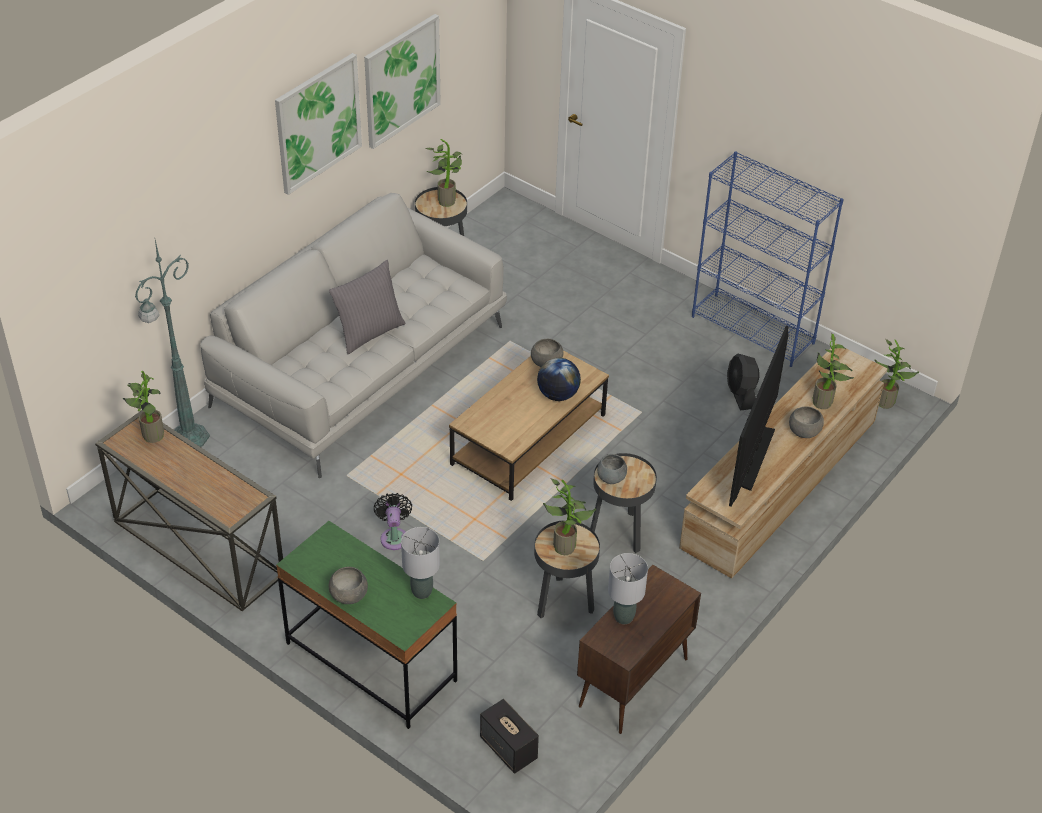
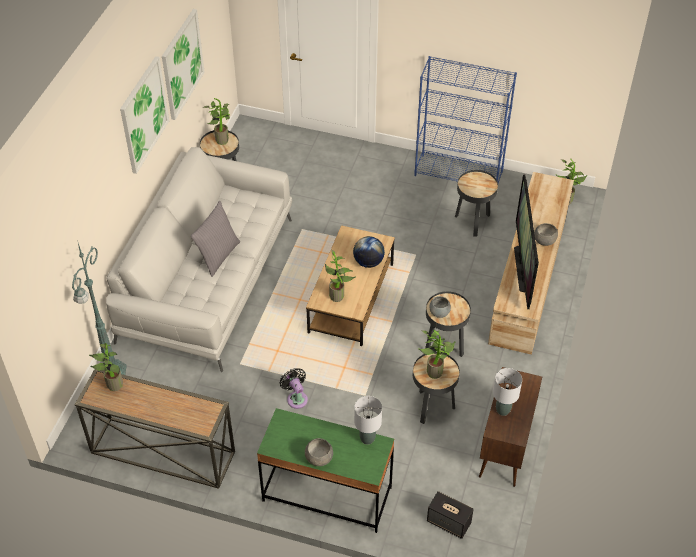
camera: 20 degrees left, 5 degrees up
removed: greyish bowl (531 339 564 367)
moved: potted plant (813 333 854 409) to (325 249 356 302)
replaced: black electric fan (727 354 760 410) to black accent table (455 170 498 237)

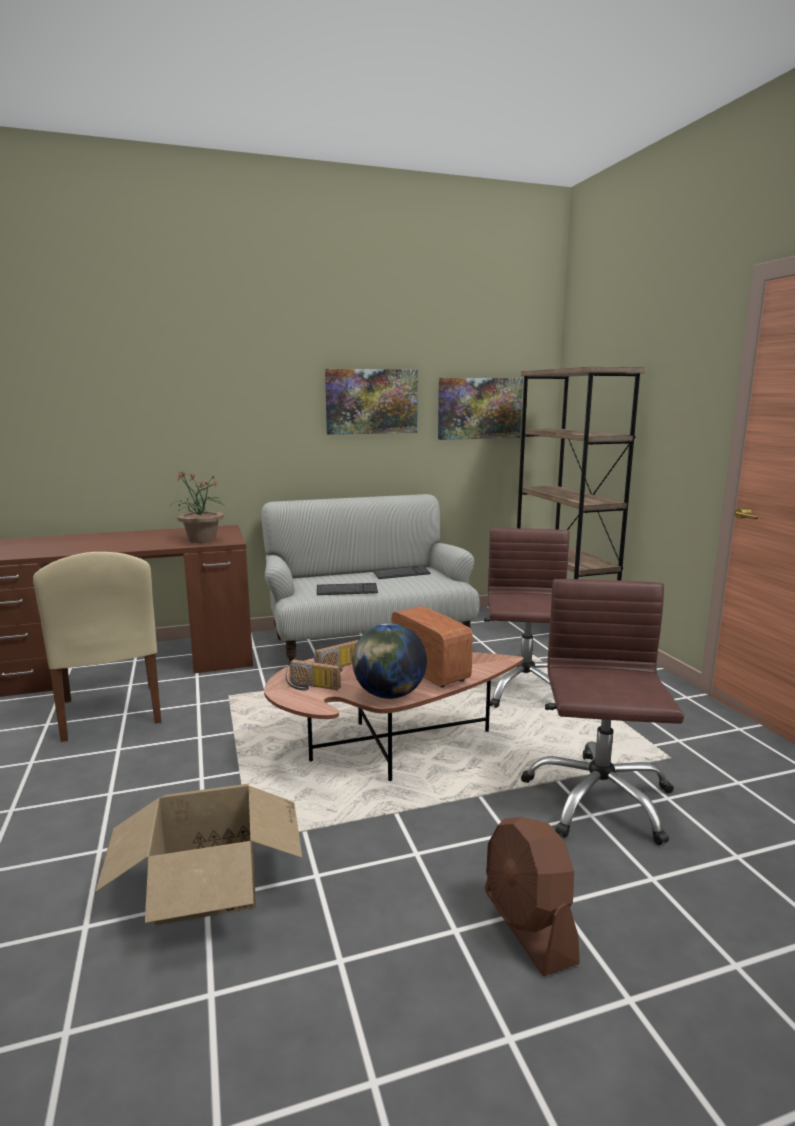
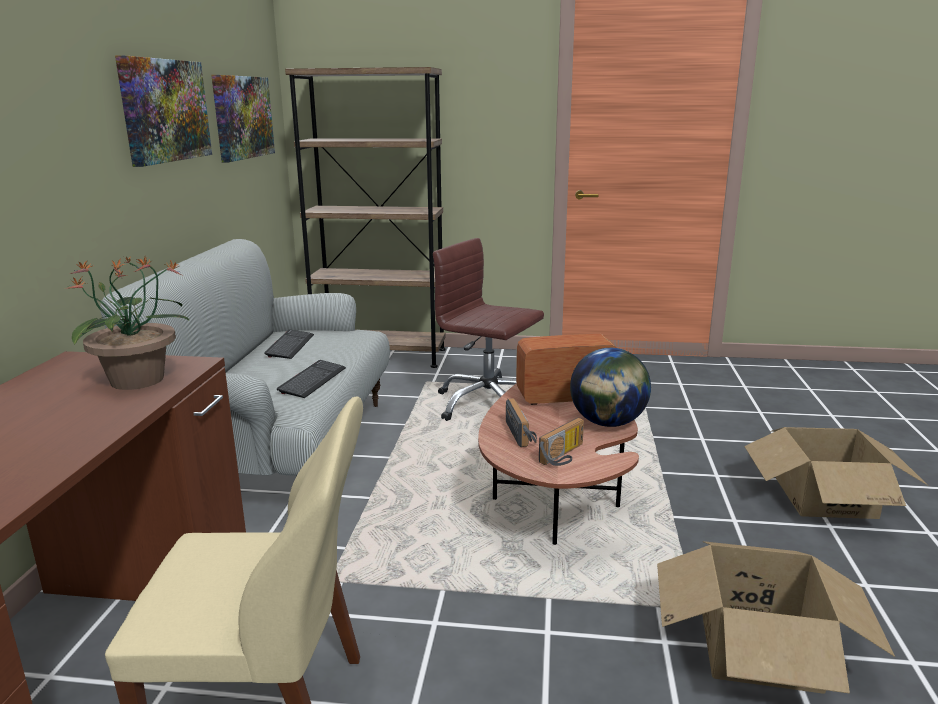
camera: 65 degrees left, 5 degrees up
removed: brown-coloured computer chair (521 579 684 845)
replaced: brown-coloured electric fan (485 817 580 976) to carton (744 427 928 519)

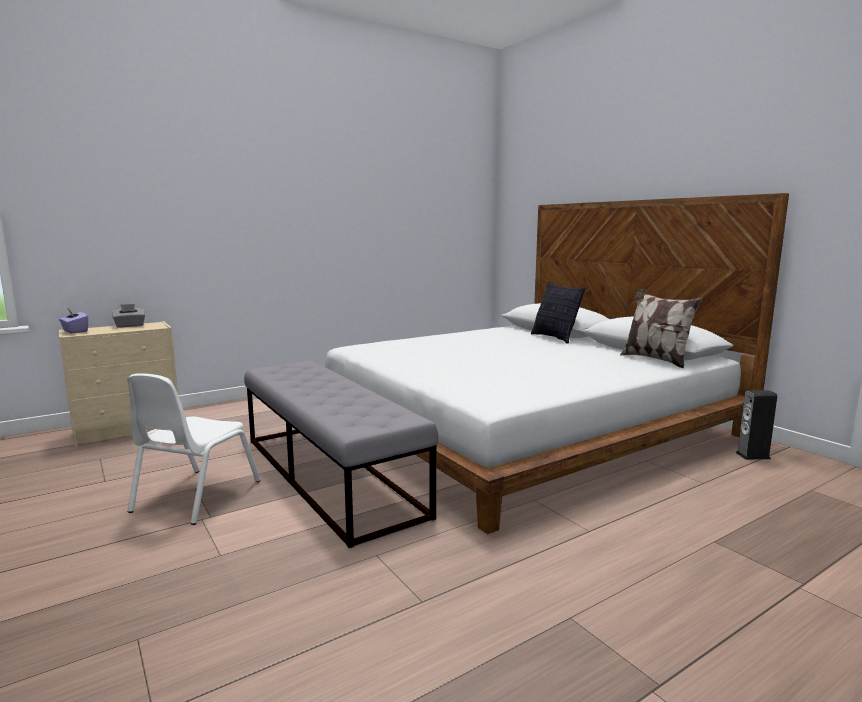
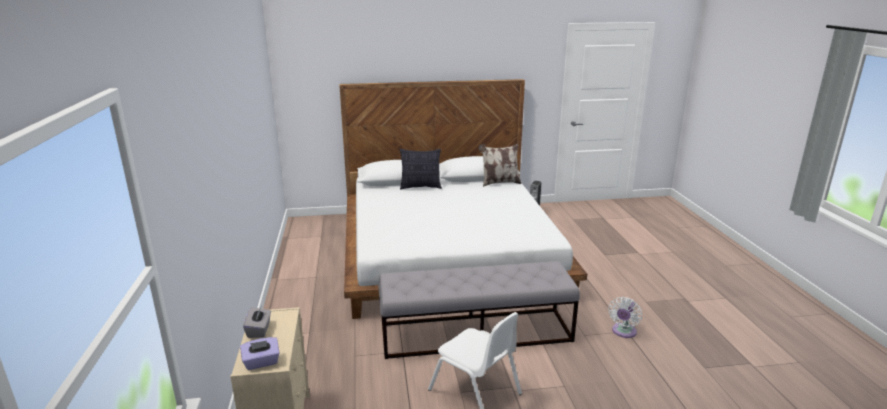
camera: 65 degrees left, 10 degrees up
added: white-coloured electric fan (609 297 642 338)

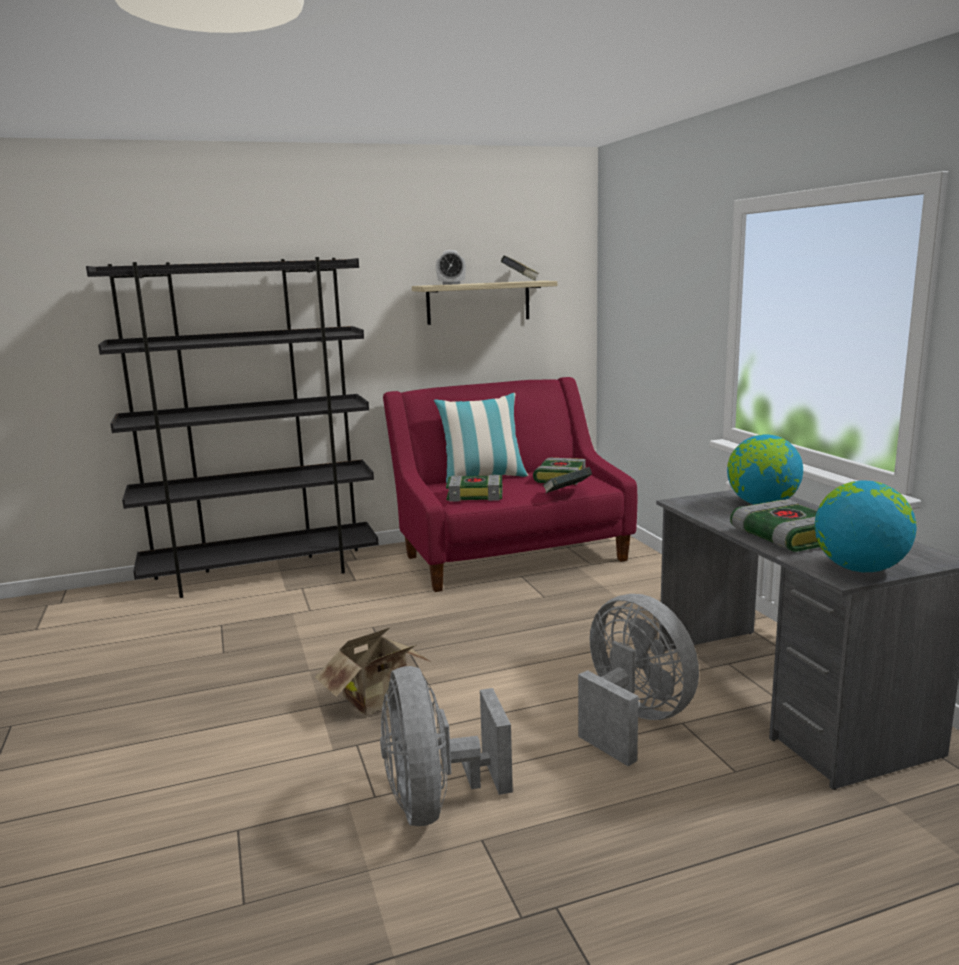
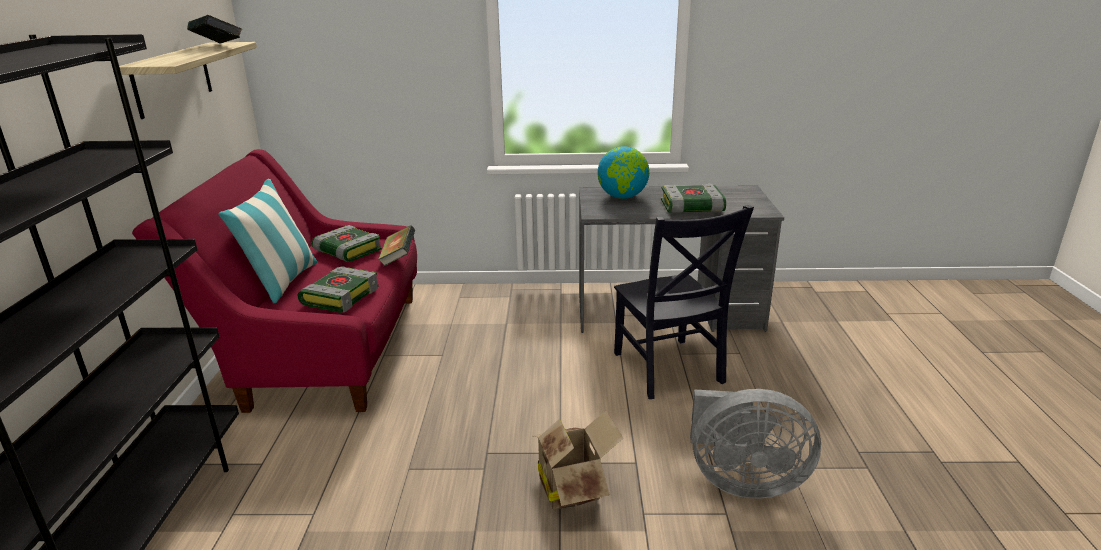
camera: 70 degrees left, 10 degrees up
removed: bedside clock (436 250 466 285); world globe (814 480 917 572)
replaced: greyish electric fan (578 594 699 766) to black plain chair (614 205 754 399)

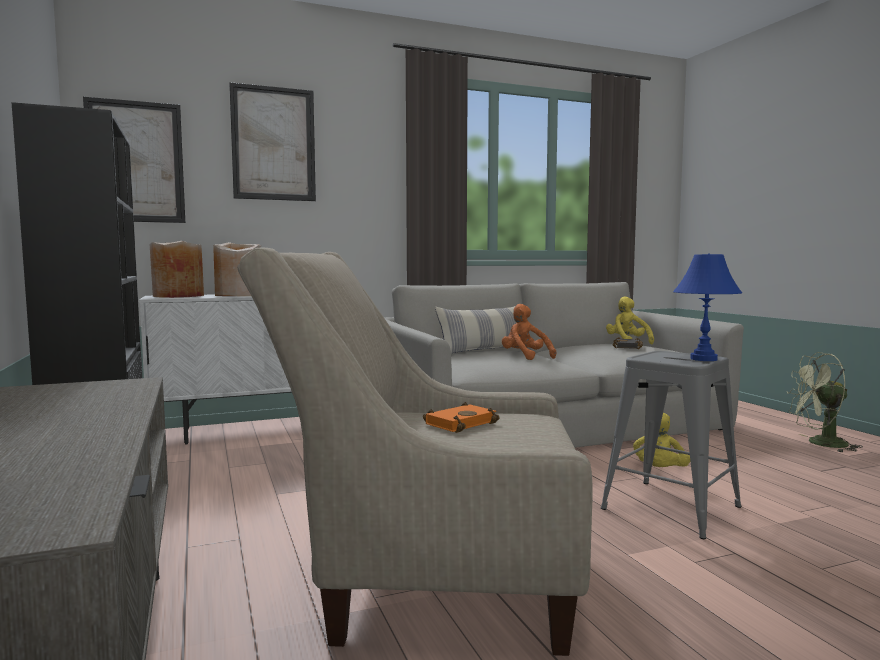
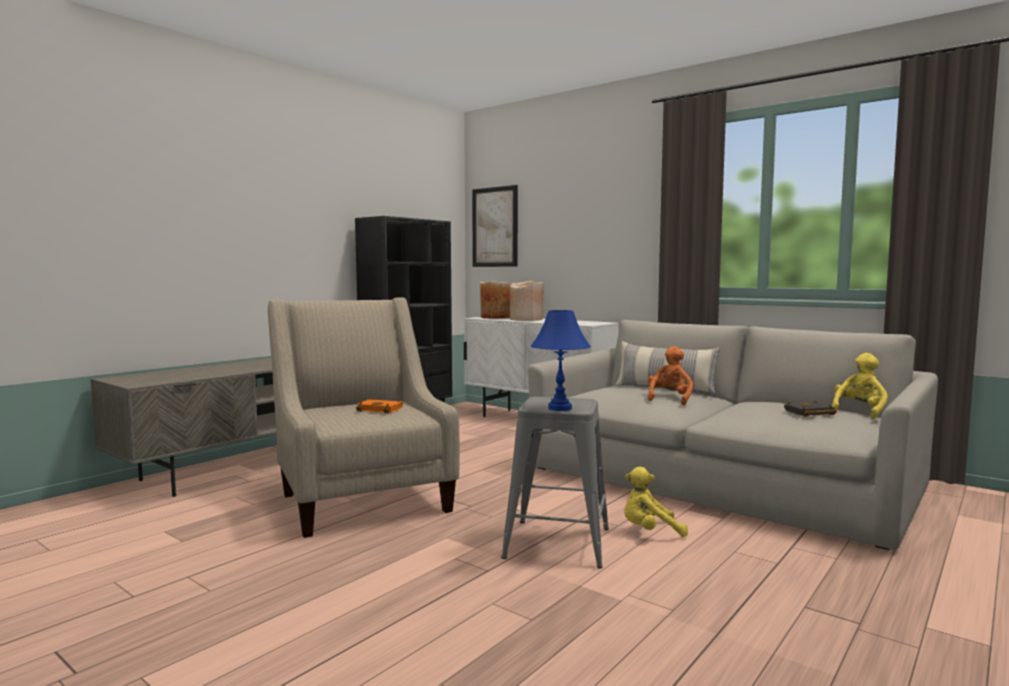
camera: 60 degrees right, 0 degrees up
removed: picture (229 82 316 201); greenish electric fan (787 352 863 452)

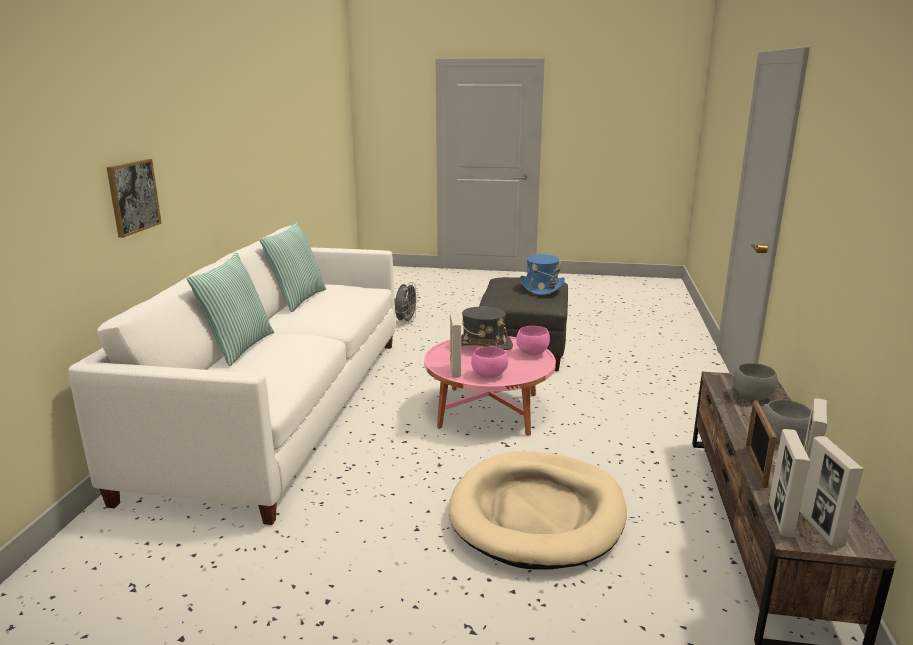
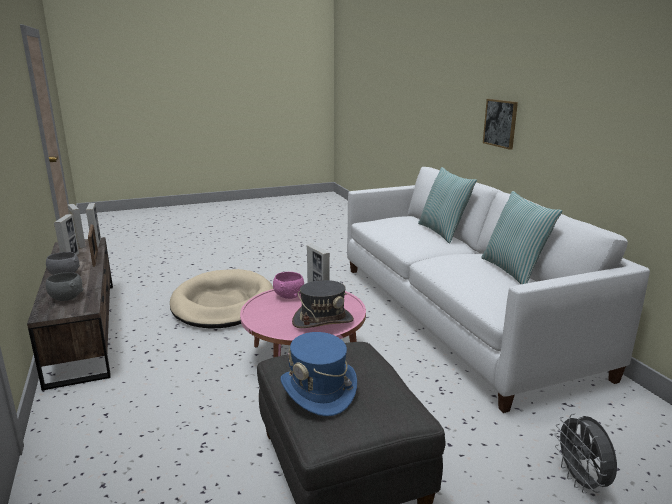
camera: 150 degrees right, 0 degrees up
removed: pink-coloured bowl (516 326 550 355)

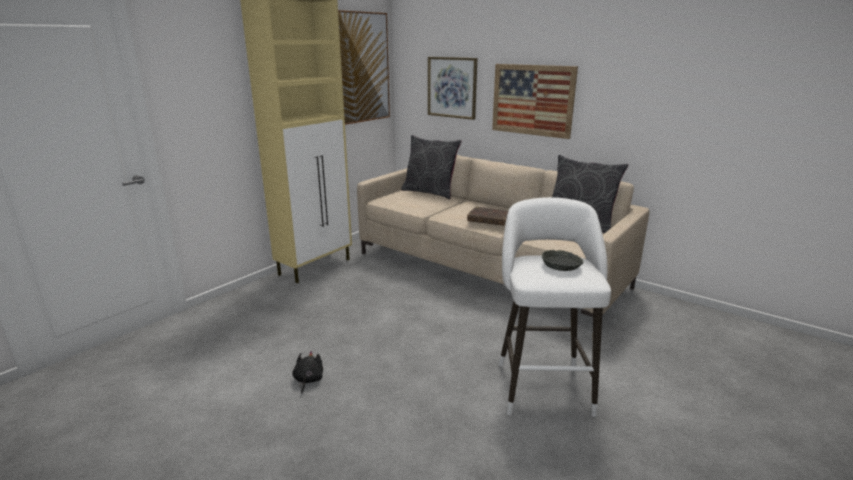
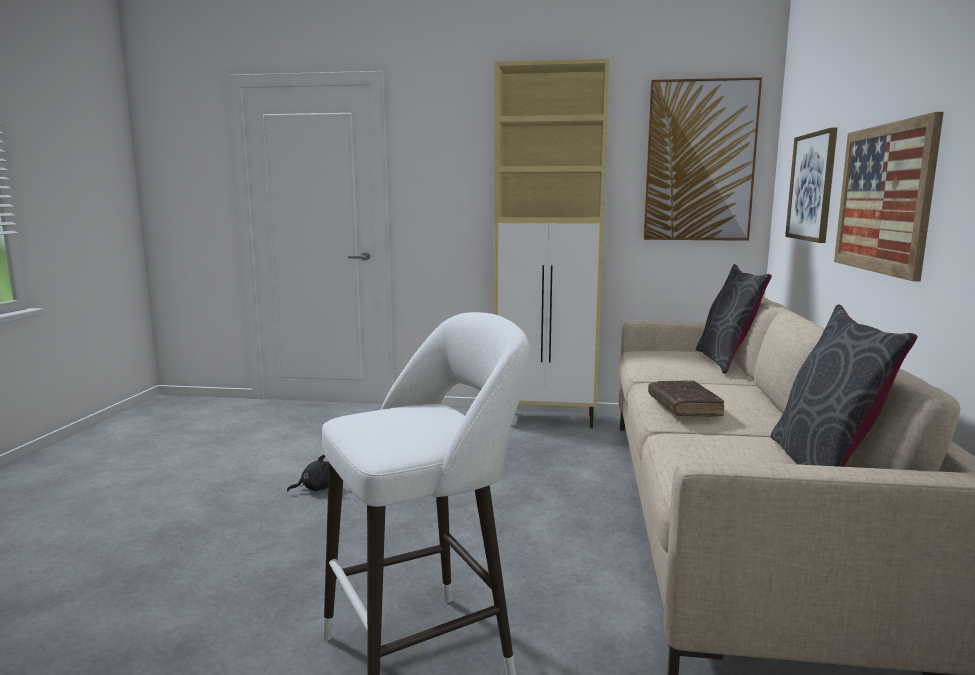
camera: 60 degrees right, 10 degrees down
removed: greyish bowl (542 250 583 271)

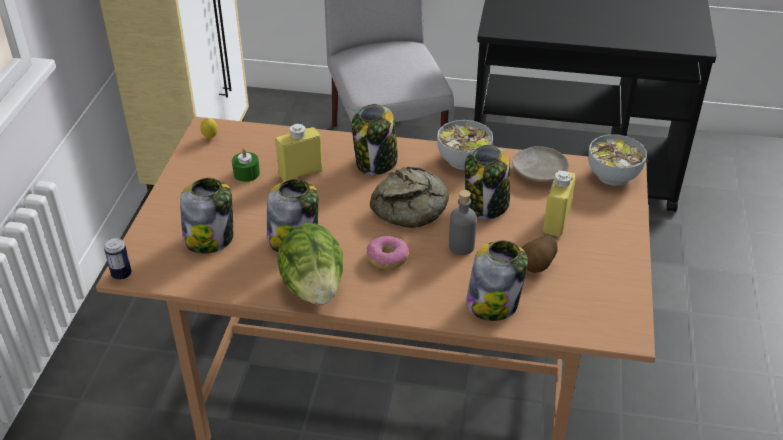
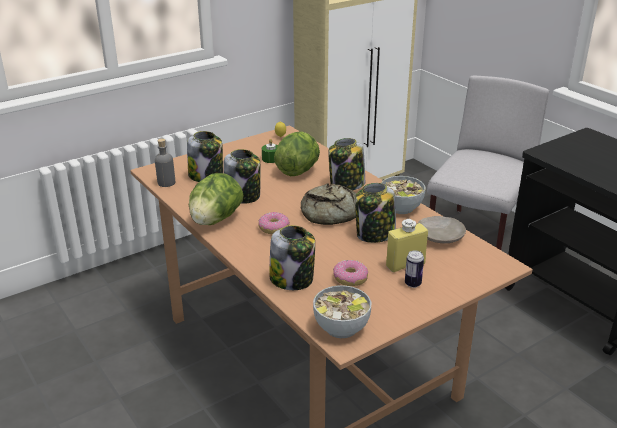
camera: 45 degrees right, 10 degrees down
moved: bowl (588 134 647 186) to (313 285 371 338); greyish drink bottle (449 190 477 255) to (155 138 175 187); sealed can (104 237 132 280) to (405 250 424 288)
replaced: yellow drink bottle (276 124 323 181) to head of lettuce (274 131 320 176); spud (522 235 558 273) to doughnut (333 260 368 286)

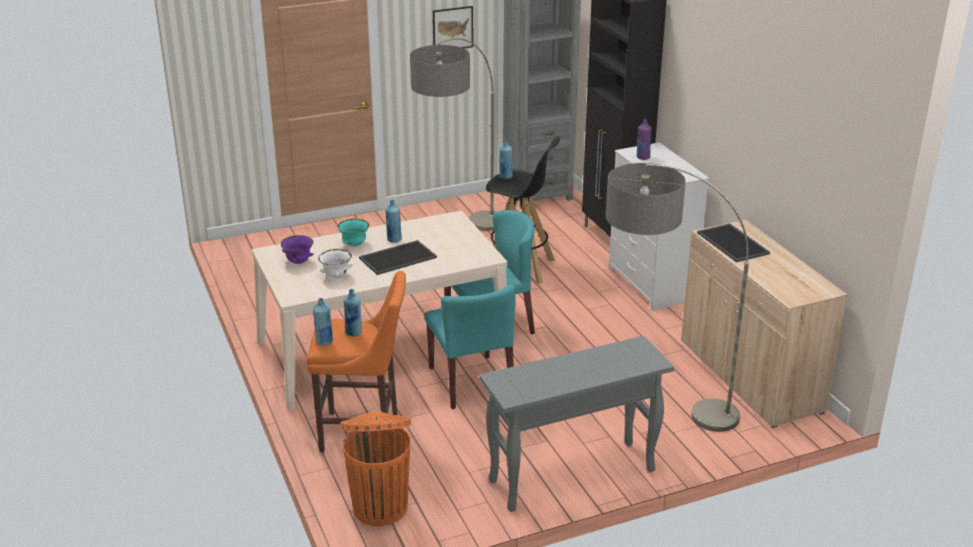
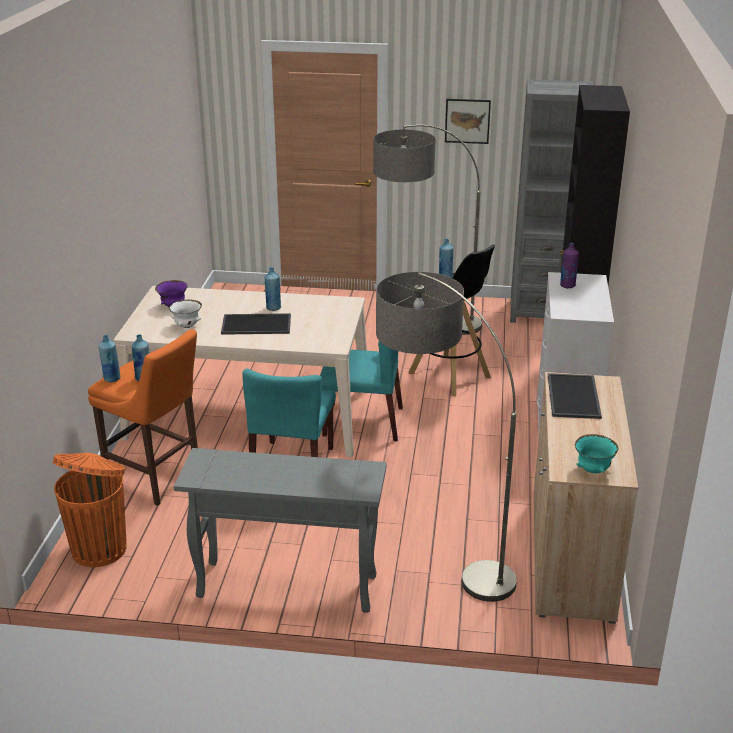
camera: 30 degrees right, 0 degrees up
moved: turquoise bowl (338 219 369 246) to (575 434 618 473)

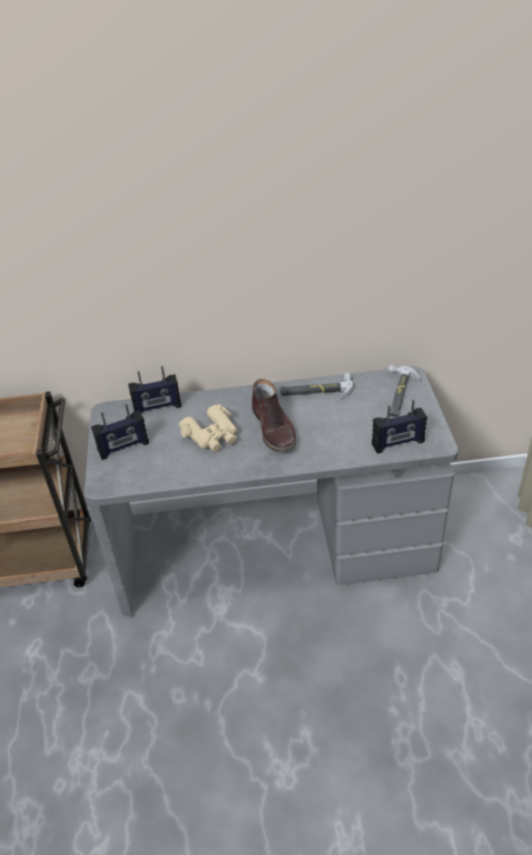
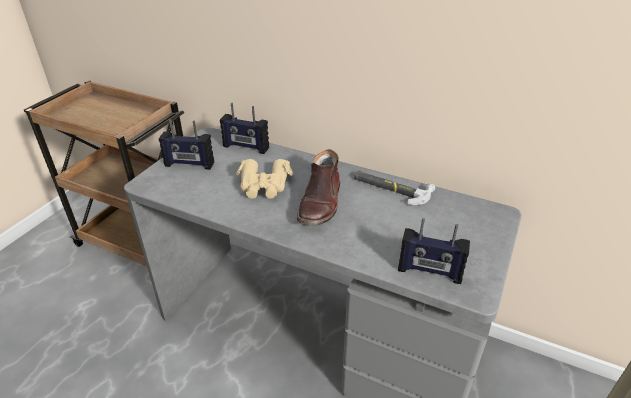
camera: 30 degrees right, 5 degrees down
removed: hand hammer (388 365 420 417)

